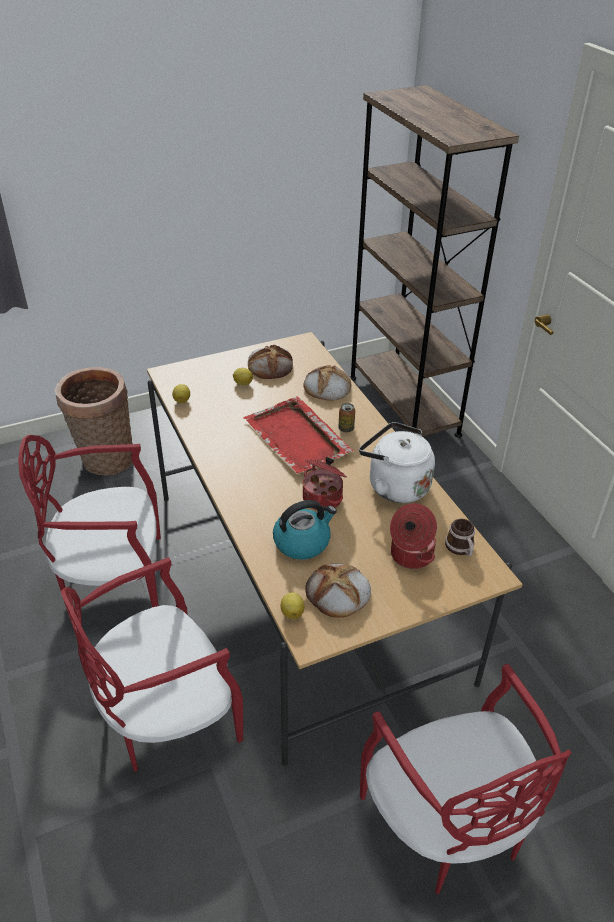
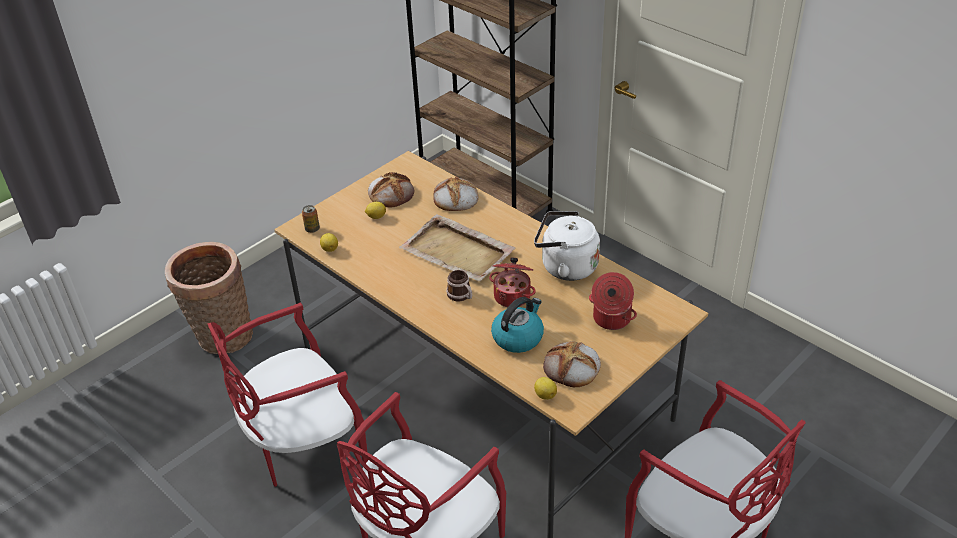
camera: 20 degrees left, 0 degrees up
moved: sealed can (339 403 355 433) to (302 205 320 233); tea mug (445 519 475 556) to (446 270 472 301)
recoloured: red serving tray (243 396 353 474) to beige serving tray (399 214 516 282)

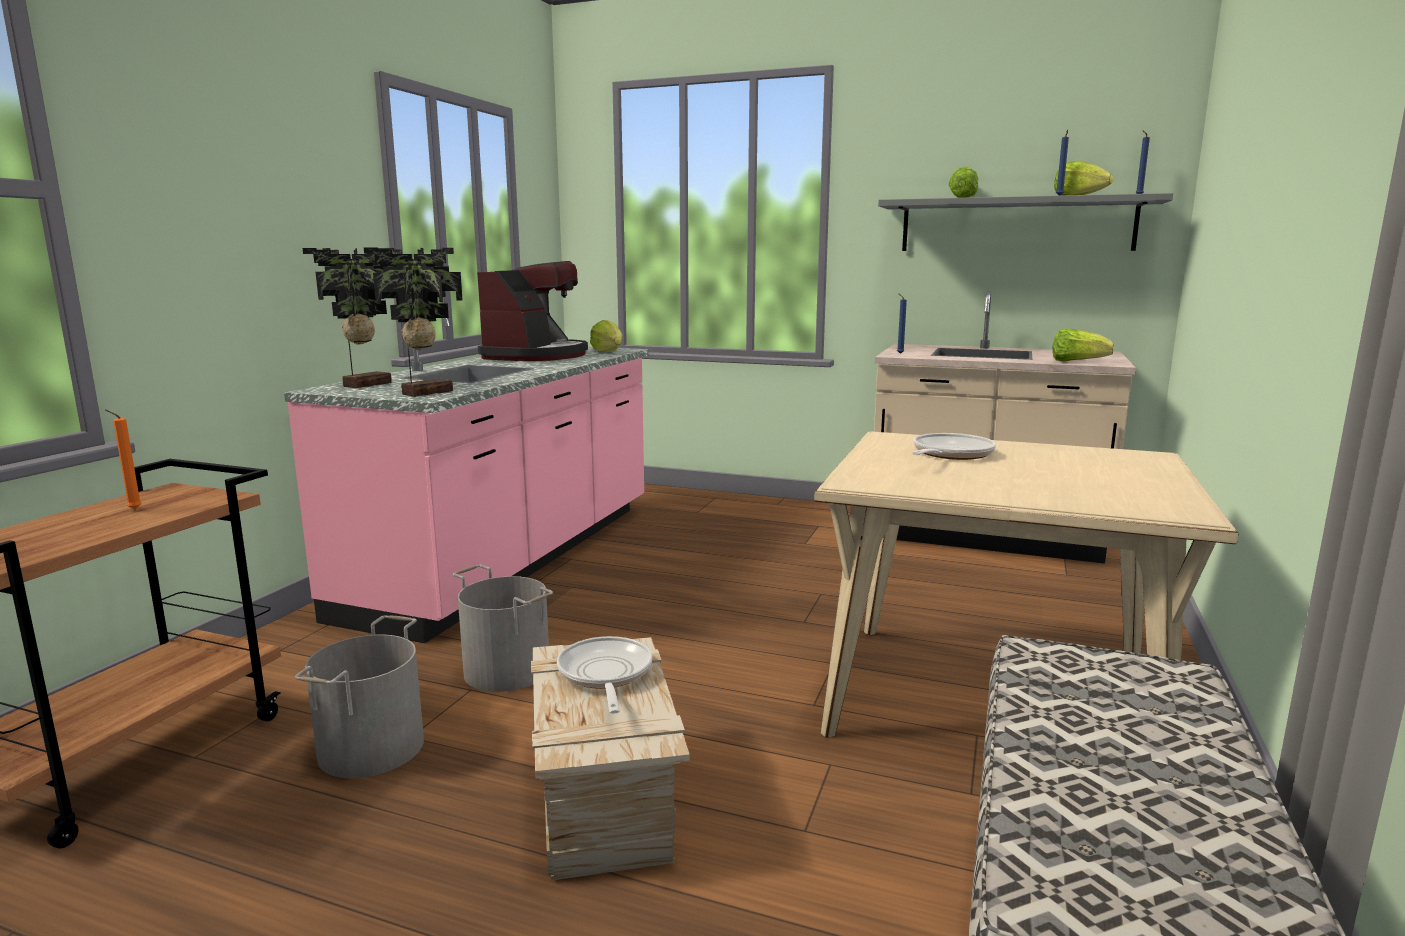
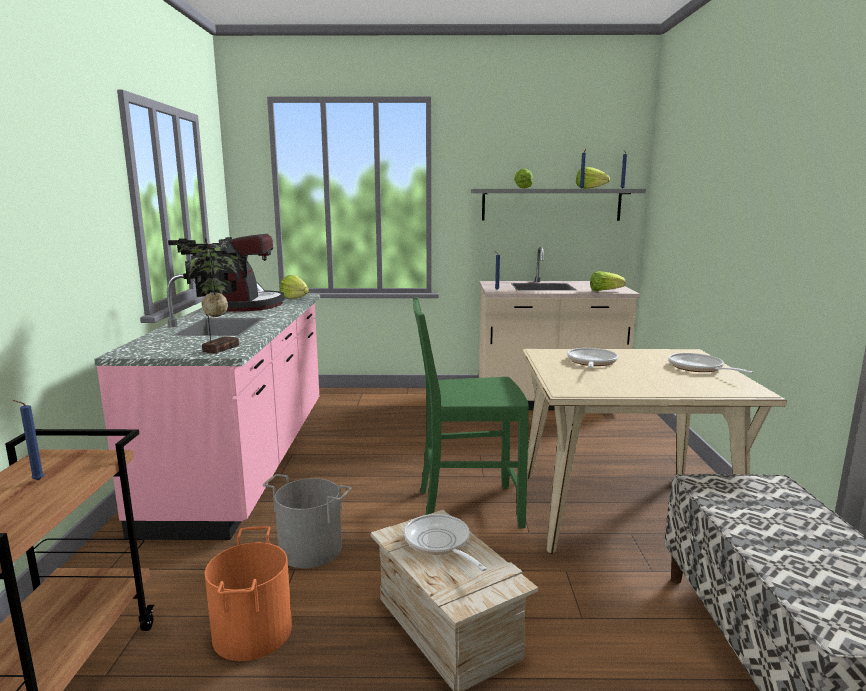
camera: 20 degrees left, 0 degrees up
removed: potted plant (303 248 392 388)
added: greenish plain chair (413 297 529 529); pan (668 353 754 374)
recoloured: orange-coloured wax candle (105 410 142 509) to blue wax candle (12 400 44 480); greyish pail (295 615 424 778) to orange-coloured pail (205 526 292 661)

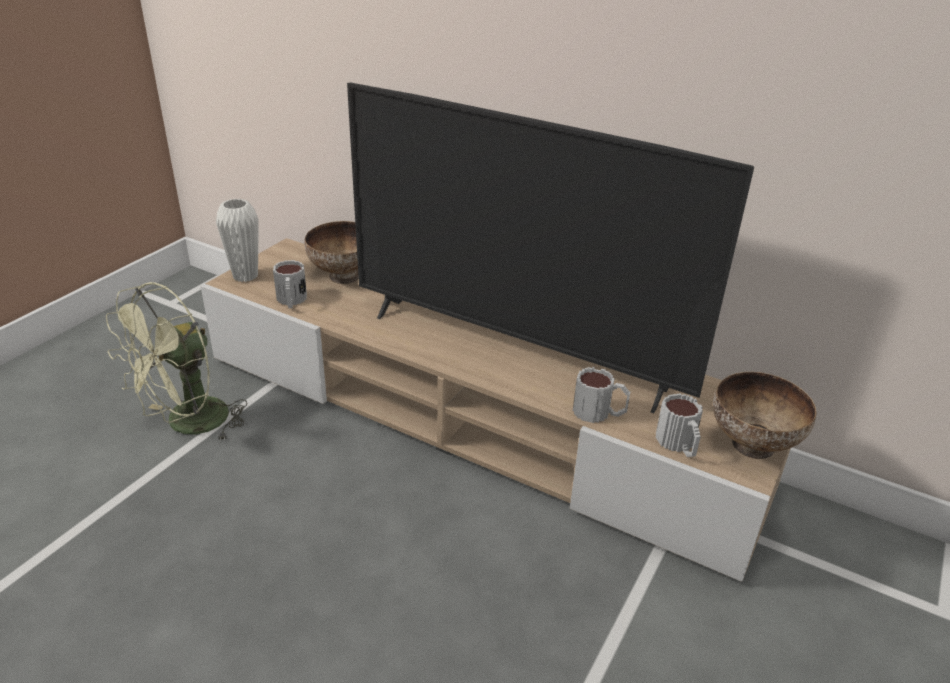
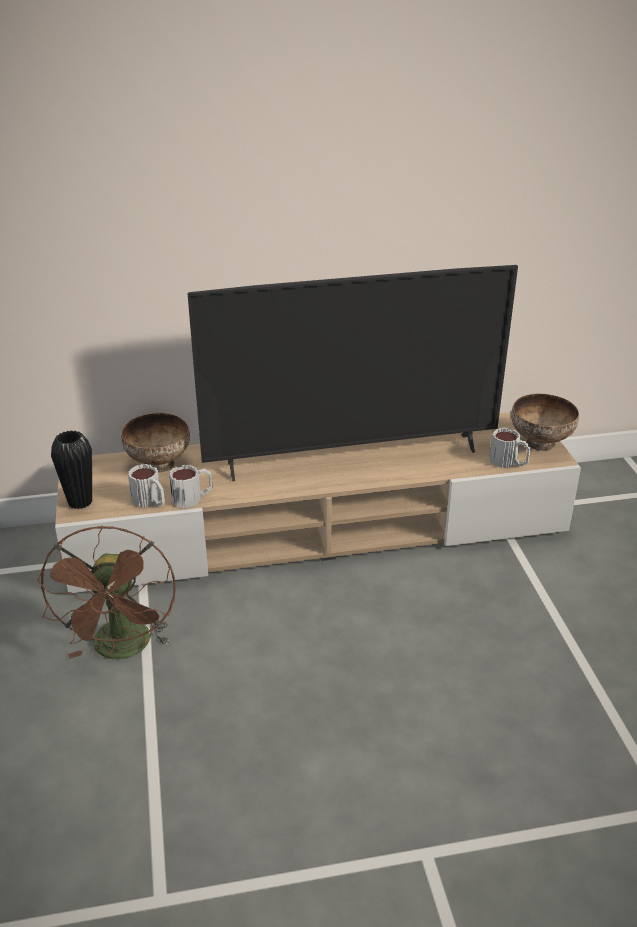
camera: 40 degrees left, 0 degrees up
moved: tea mug (573 367 631 423) to (169 465 213 508)
recoloured: white-coloured flower vase (216 199 259 282) to black flower vase (51 430 92 509); greenish electric fan (106 282 248 442) to brown-coloured electric fan (37 525 176 659)

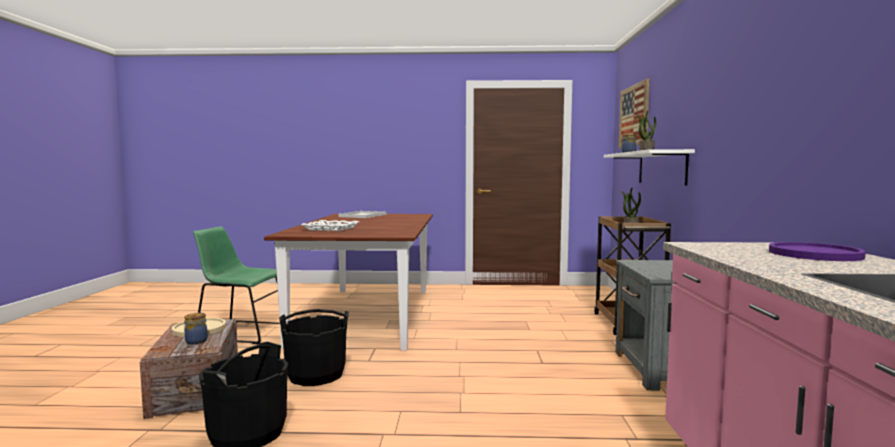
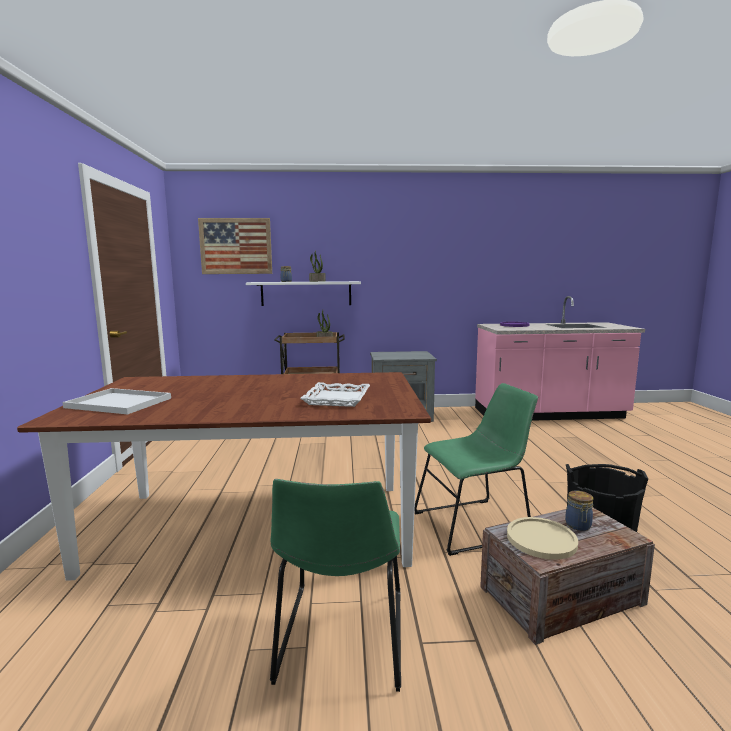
camera: 95 degrees left, 5 degrees up
replaced: black pail (279 309 349 386) to greenish plain chair (414 383 538 556)

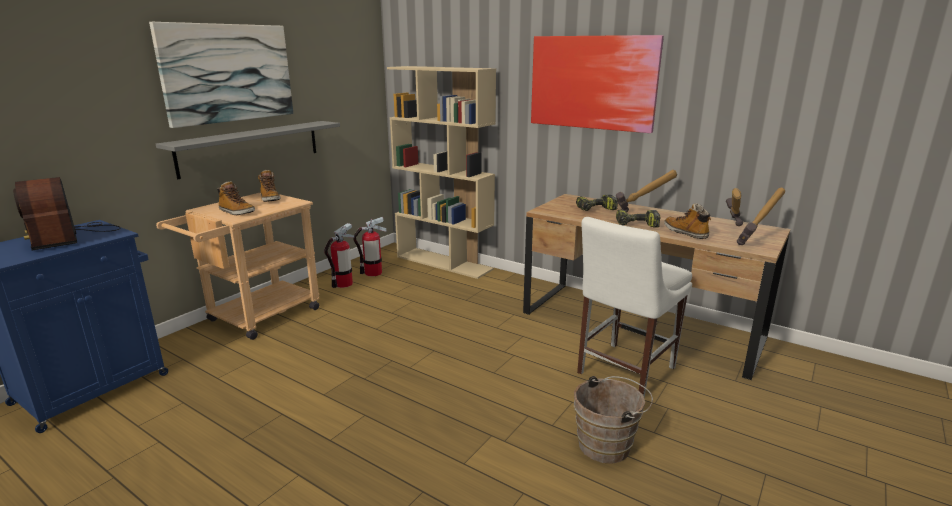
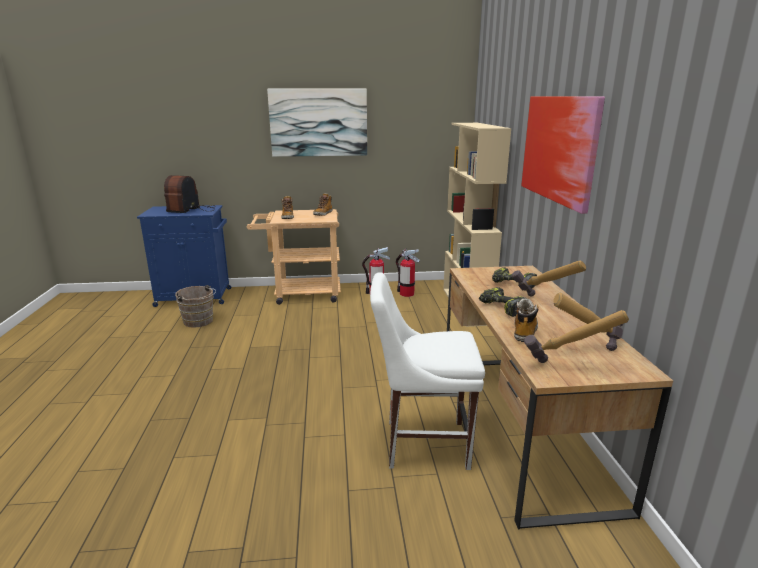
camera: 50 degrees right, 0 degrees up
removed: greyish bracket shelf (156 121 340 179)
moved: brown-coloured pail (574 376 653 464) to (175 285 216 328)

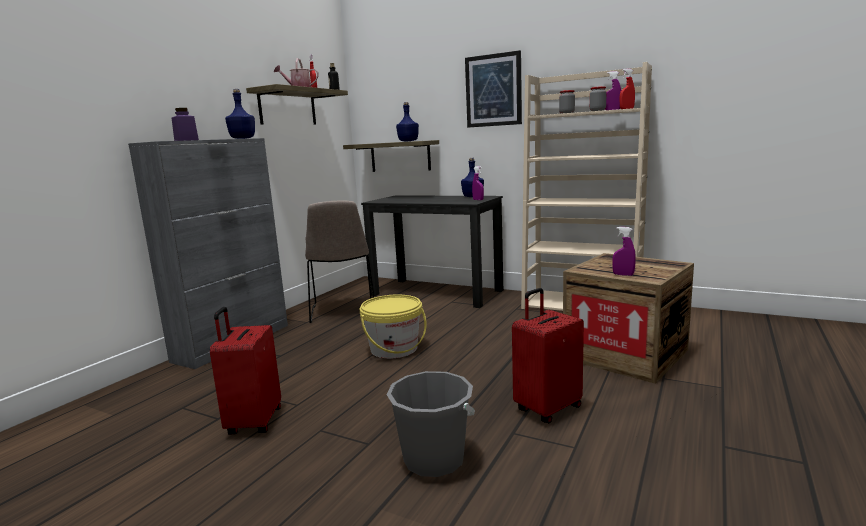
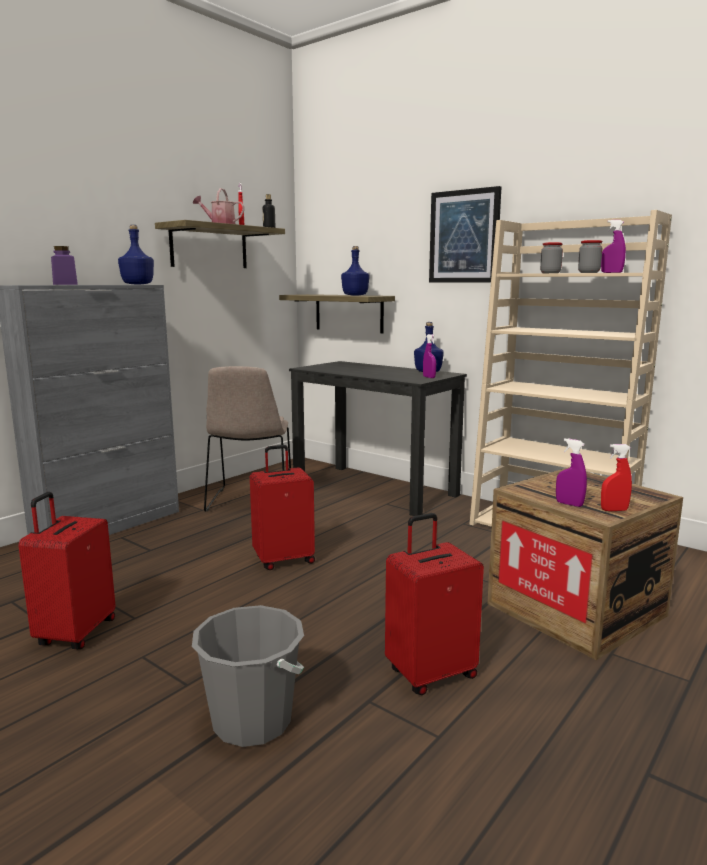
camera: 10 degrees right, 0 degrees up
moved: red spray bottle (619 69 635 109) to (601 444 632 511)
replaced: yellow pail (360 295 427 359) to red suitcase (250 445 315 570)

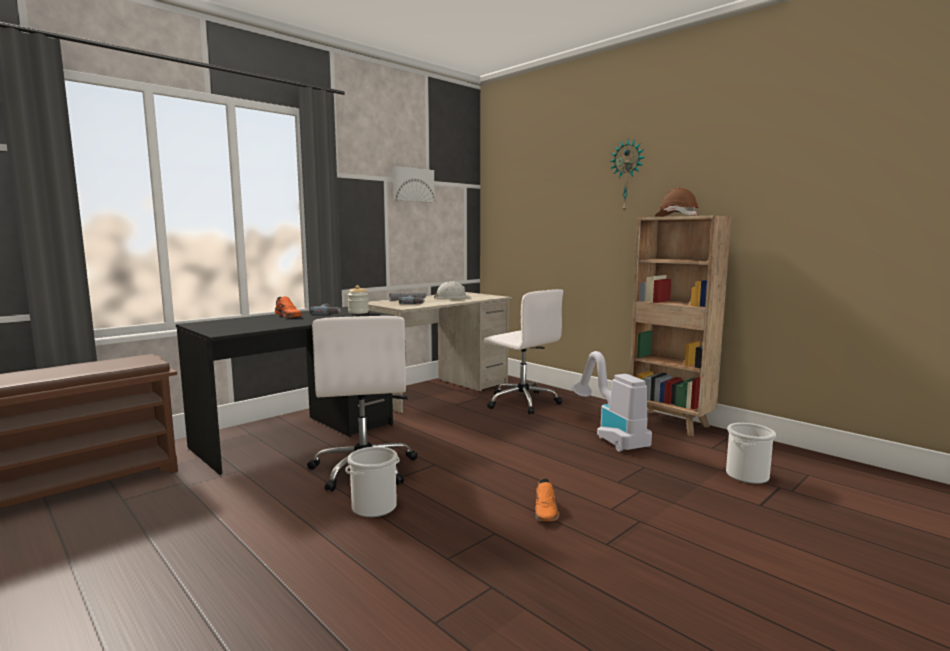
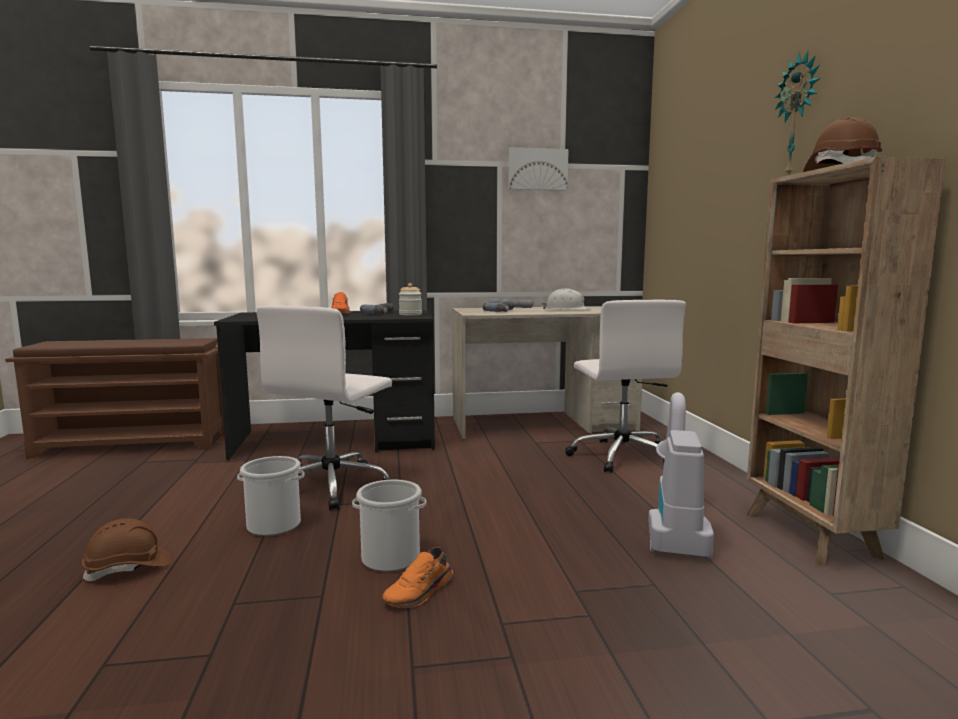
camera: 35 degrees right, 0 degrees up
added: brown-coloured safety helmet (82 518 171 581)
moved: pail (726 423 776 484) to (352 479 426 572)

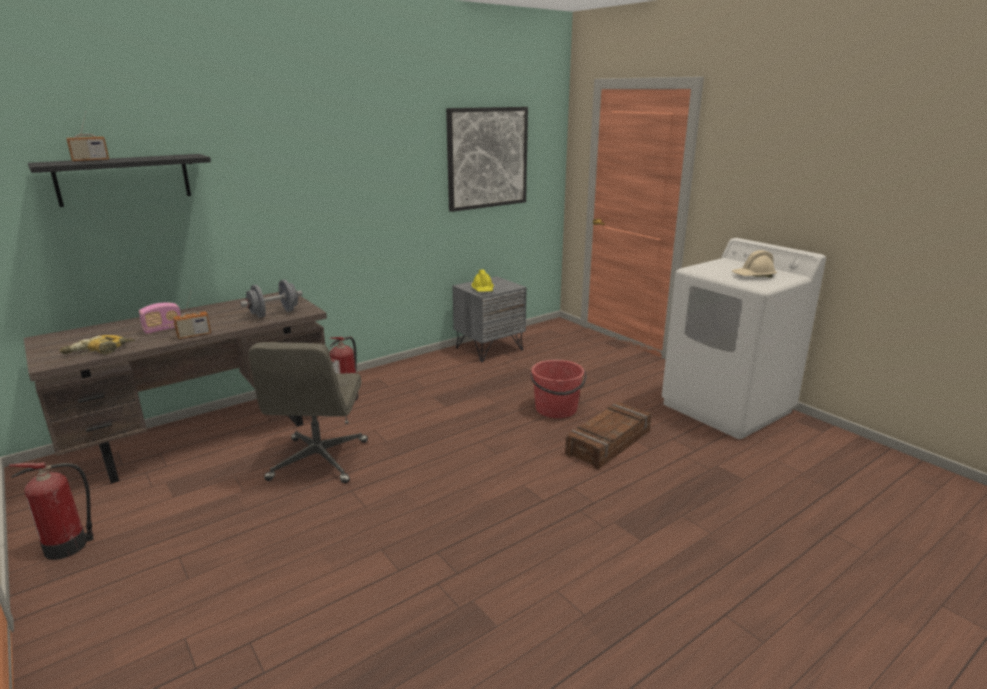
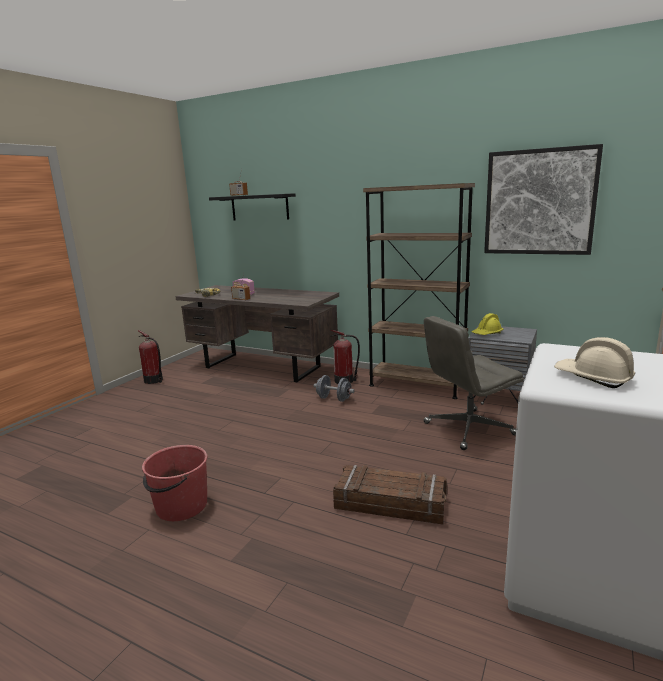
camera: 65 degrees right, 5 degrees down
added: brown-coloured bookcase (363 183 475 399)
moved: greyish free weight (240 280 303 318) to (314 375 355 402); greyish computer chair (249 342 368 483) to (423 316 524 450); red pail (530 360 587 418) to (142 445 207 521)

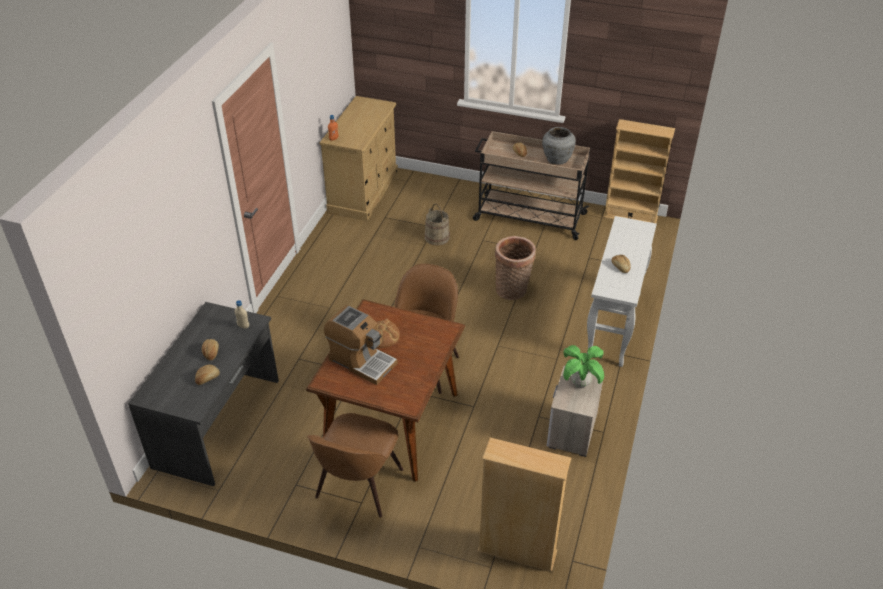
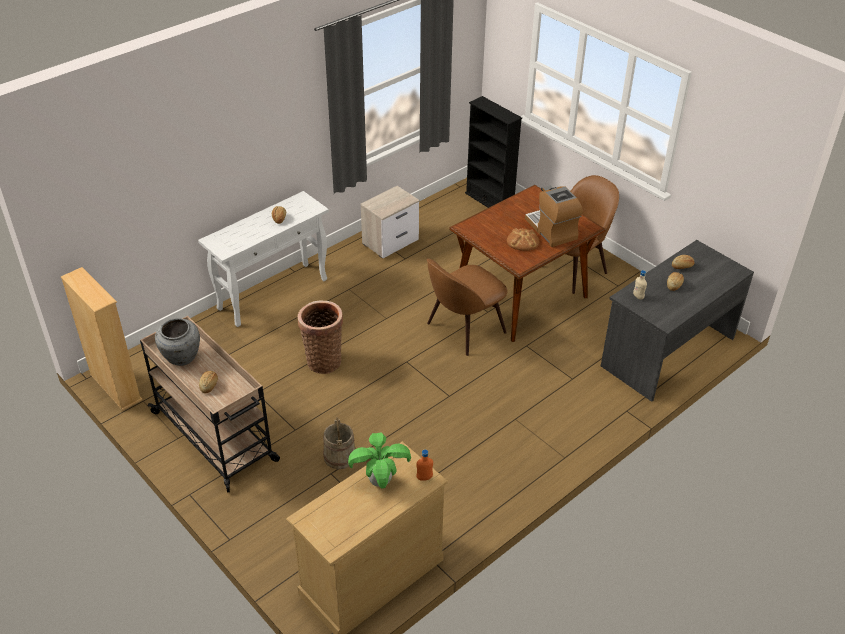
camera: 150 degrees left, 0 degrees up
moved: potted plant (563 345 604 388) to (348 432 411 489)
recoloured: beige bookcase (478 438 571 572) to black bookcase (465 96 522 208)

